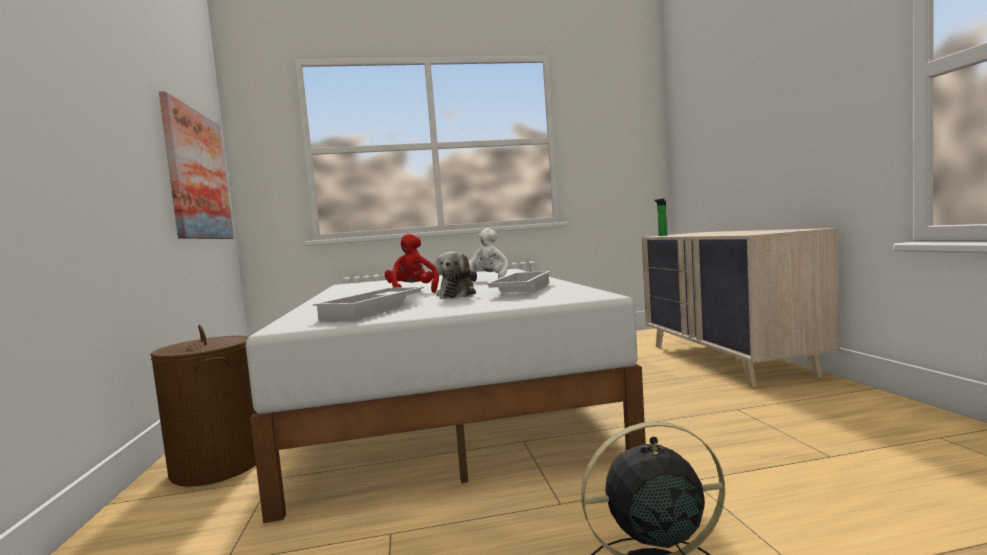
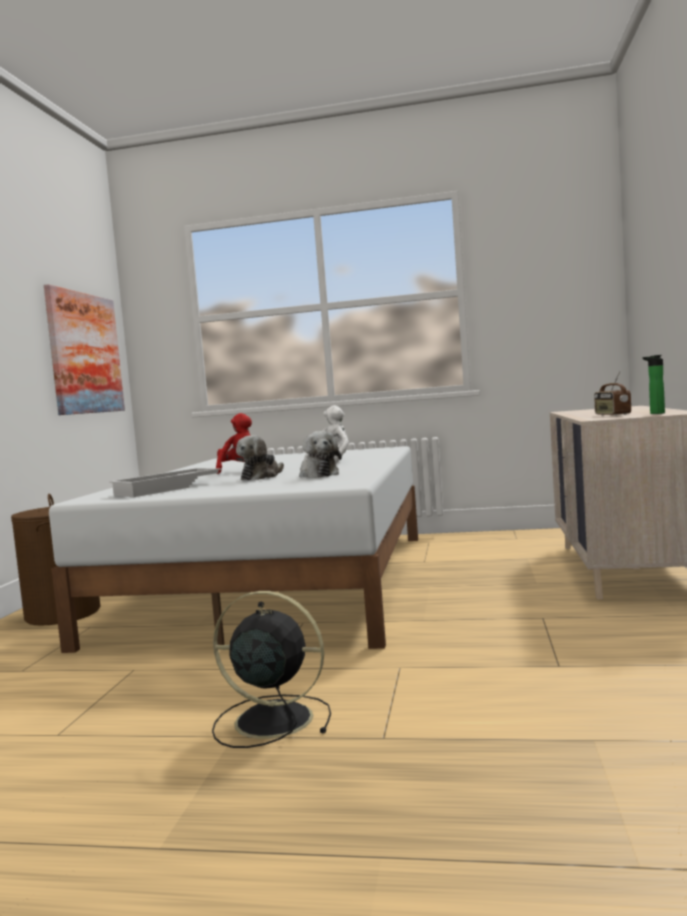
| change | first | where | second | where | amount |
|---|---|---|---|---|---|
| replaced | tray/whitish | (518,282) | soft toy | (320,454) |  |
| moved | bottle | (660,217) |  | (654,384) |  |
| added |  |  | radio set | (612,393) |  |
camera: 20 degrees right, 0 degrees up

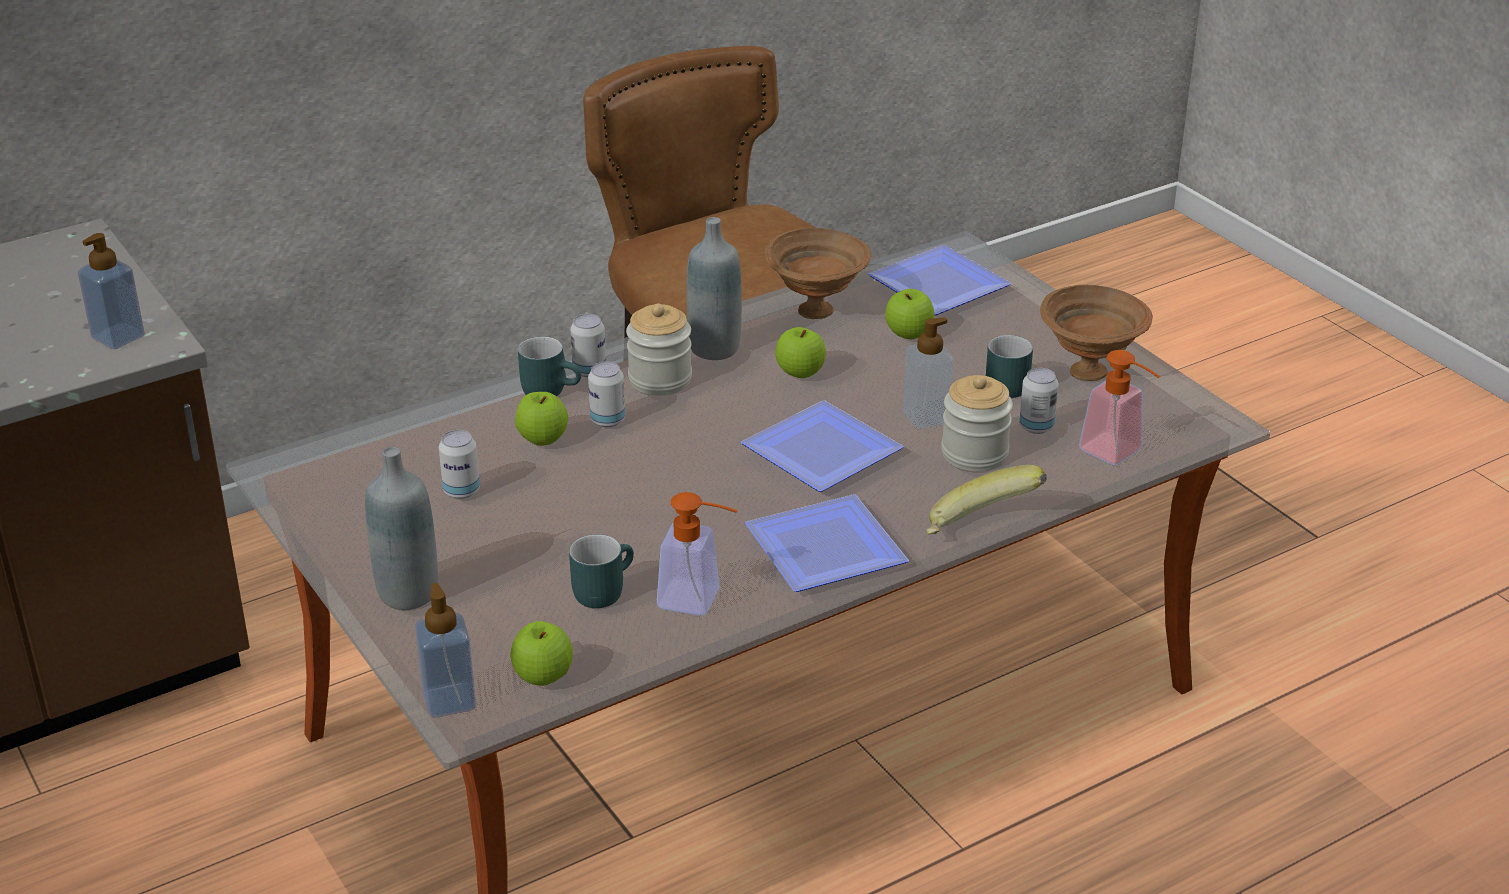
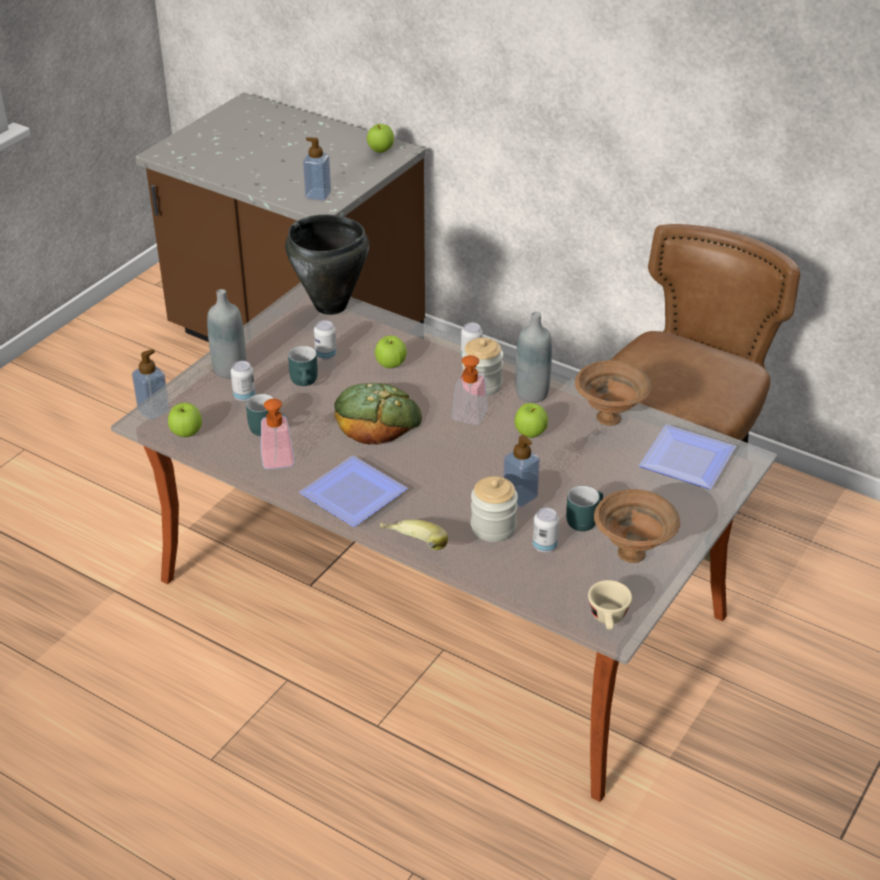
| change | first | where | second | where | amount |
|---|---|---|---|---|---|
| moved | coffee mug/turquoise-coloured | (549,366) |  | (303,366) |  |
| moved | sealed can | (606,394) |  | (243,381) |  |
| removed | dinner plate | (822,446) |  |  |  |
| moved | apple | (909,314) |  | (380,138) |  |
| moved | soap dispenser | (1120,407) |  | (470,390) |  |
| added |  |  | saucepot/blackish | (327,265) |  |
| added |  |  | baked bread | (378,414) |  |
| added |  |  | small cup/sand-coloured | (610,605) |  |
camera: 65 degrees right, 5 degrees up

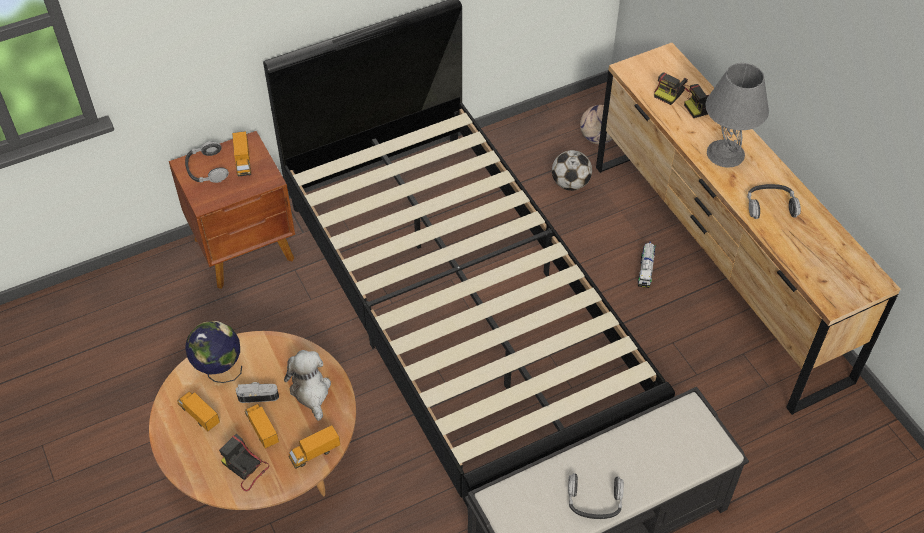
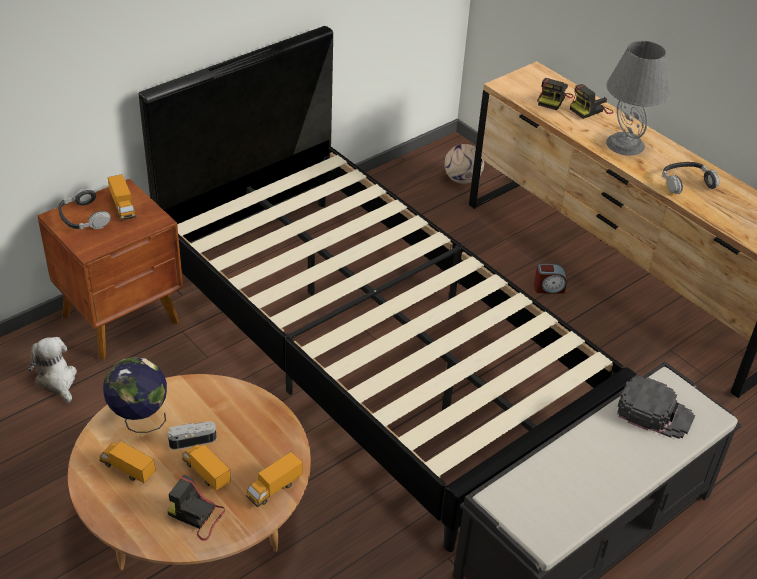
| change | first | where | second | where | amount |
|---|---|---|---|---|---|
| moved | soft toy | (307,385) |  | (53,370) |  |
| removed | football | (572,170) |  |  |  |
| removed | headphones | (596,496) |  |  |  |
| replaced | toy lorry | (646,265) | bedside clock | (550,279) |  |
| added |  |  | baseball cap/blackish | (656,407) |  |
camera: 15 degrees left, 10 degrees down

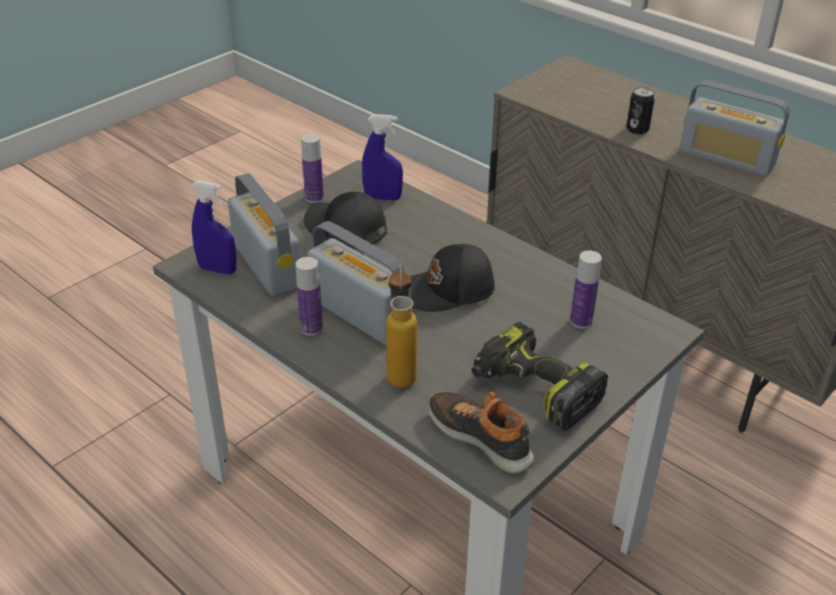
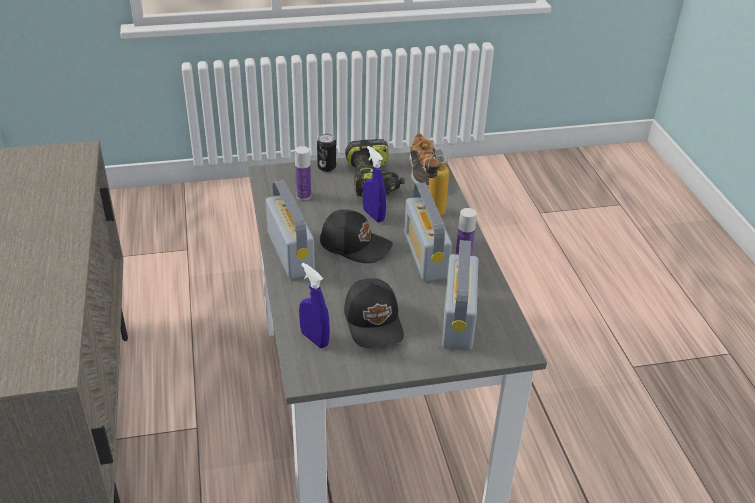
| change | first | where | second | where | amount |
|---|---|---|---|---|---|
| moved | sprayer/blue-coloured | (213,227) |  | (374,184) |  |
| removed | bottle | (312,168) |  |  |  |
| moved | sealed can | (640,110) |  | (326,153) |  |
| moved | radio set | (735,128) |  | (290,229) |  |
camera: 145 degrees left, 0 degrees up

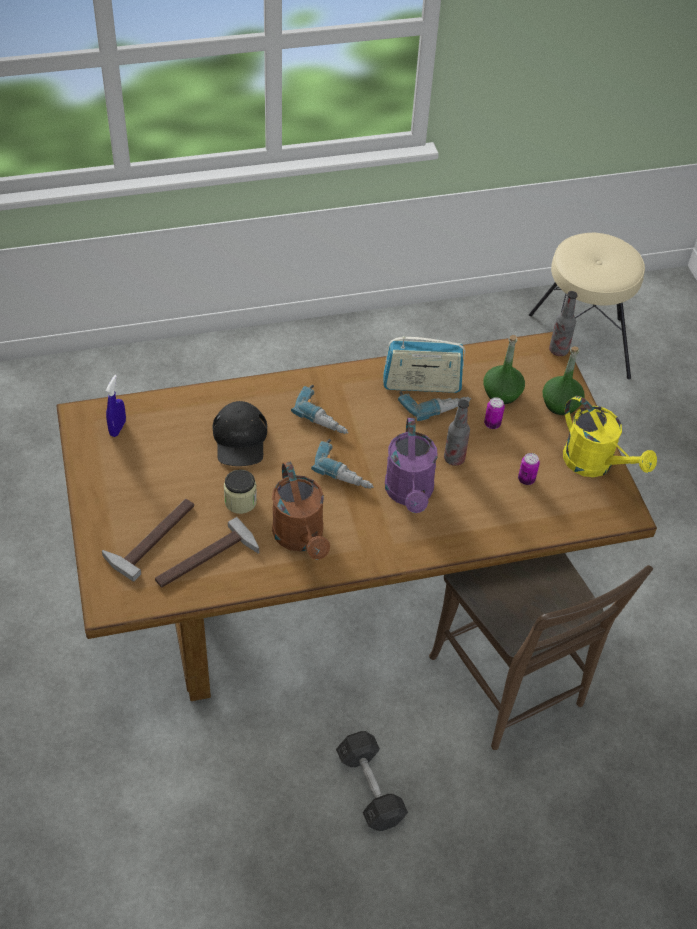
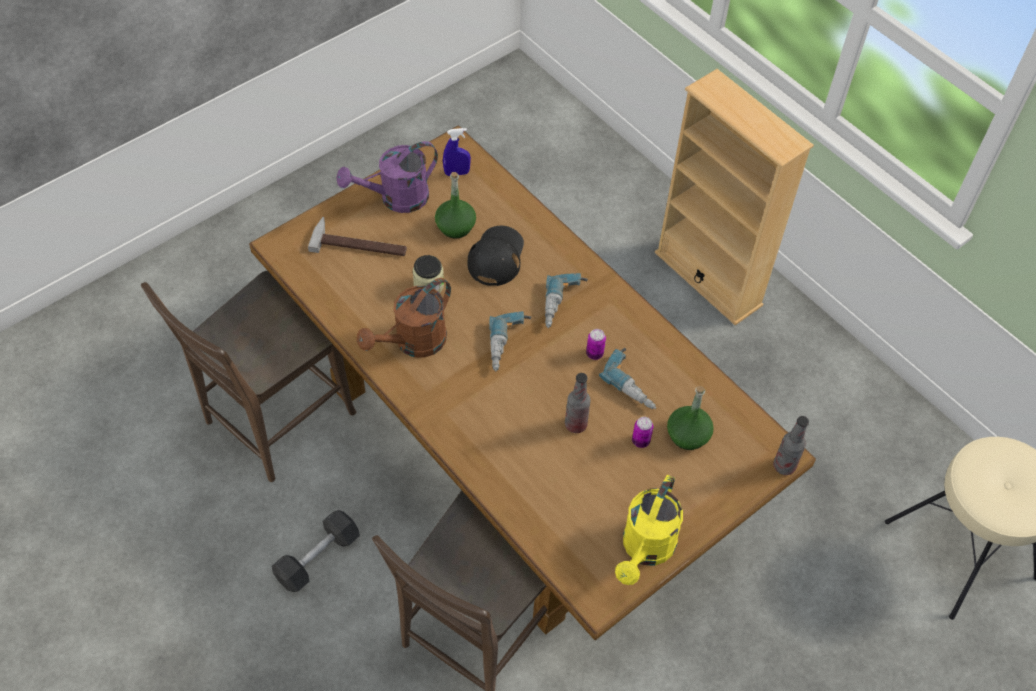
| change | first | where | second | where | amount |
|---|---|---|---|---|---|
| removed | hammer | (207,552) |  |  |  |
| turned | baseball cap/blackish | (239,433) |  | (496,256) | 135 degrees clockwise |
| removed | radio set | (424,364) |  |  |  |
| moved | watering pot/purple | (411,465) |  | (387,177) |  |
| moved | sealed can | (529,469) |  | (596,344) |  |
| moved | bottle/greenish | (564,380) |  | (455,205) |  |
| added |  |  | plain chair/brown-coloured | (248,376) |  |
| added |  |  | shelving unit/sand-coloured | (734,197) |  |
camera: 65 degrees right, 5 degrees up

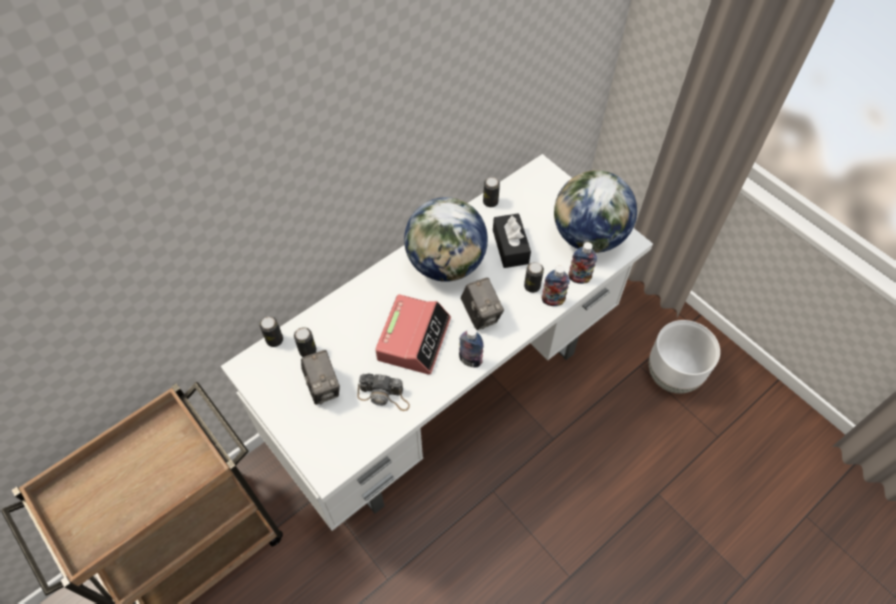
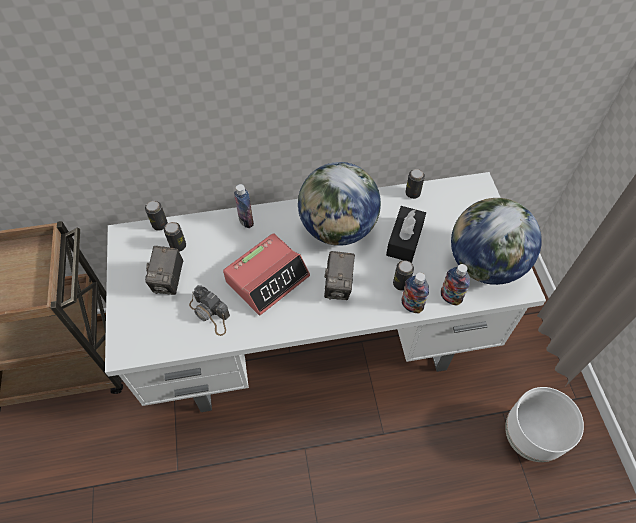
| change | first | where | second | where | amount |
|---|---|---|---|---|---|
| moved | bottle | (471,347) |  | (244,206) |  |
camera: 30 degrees right, 0 degrees up

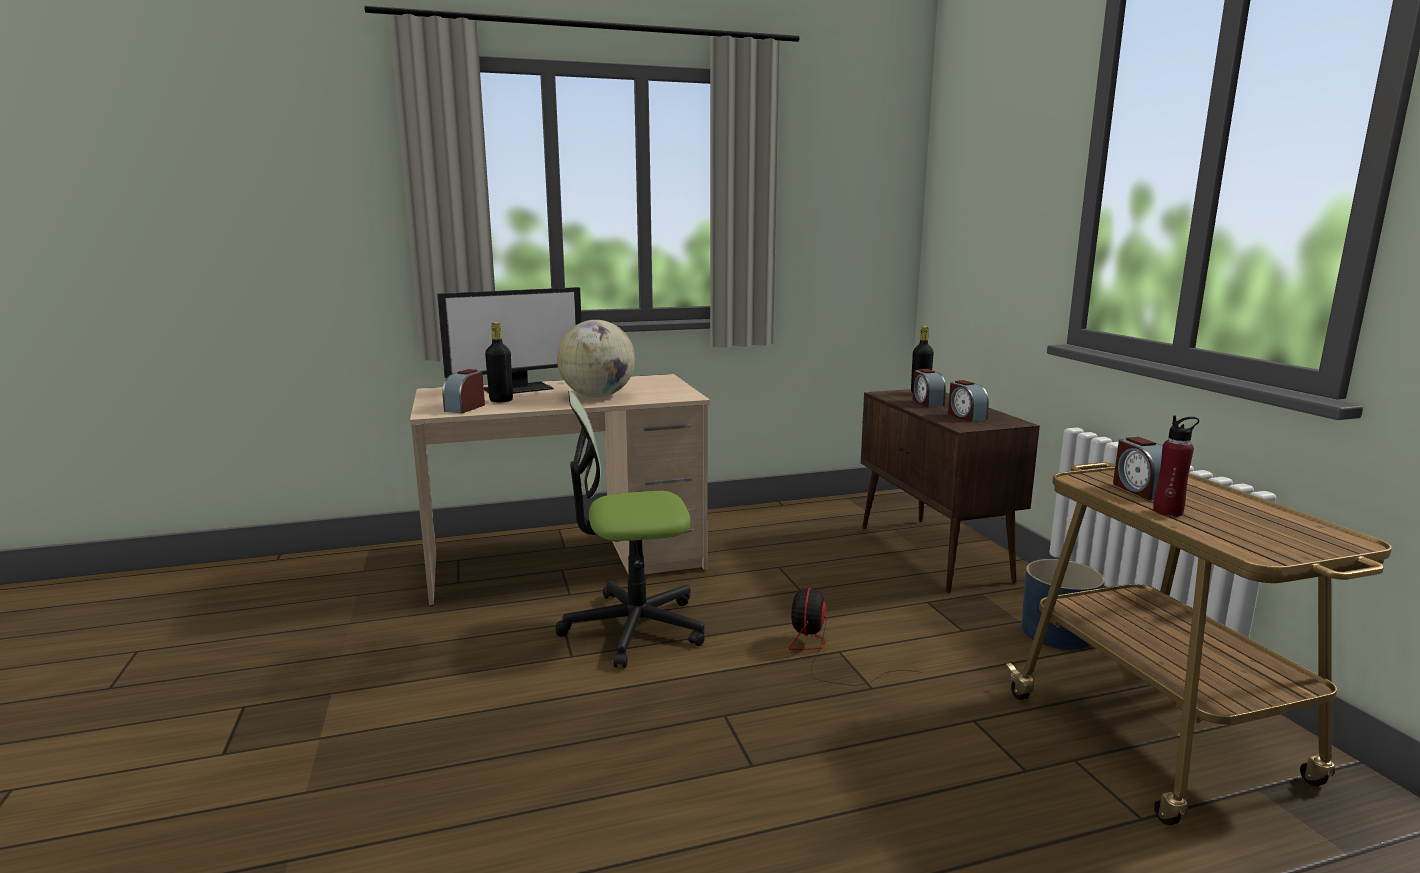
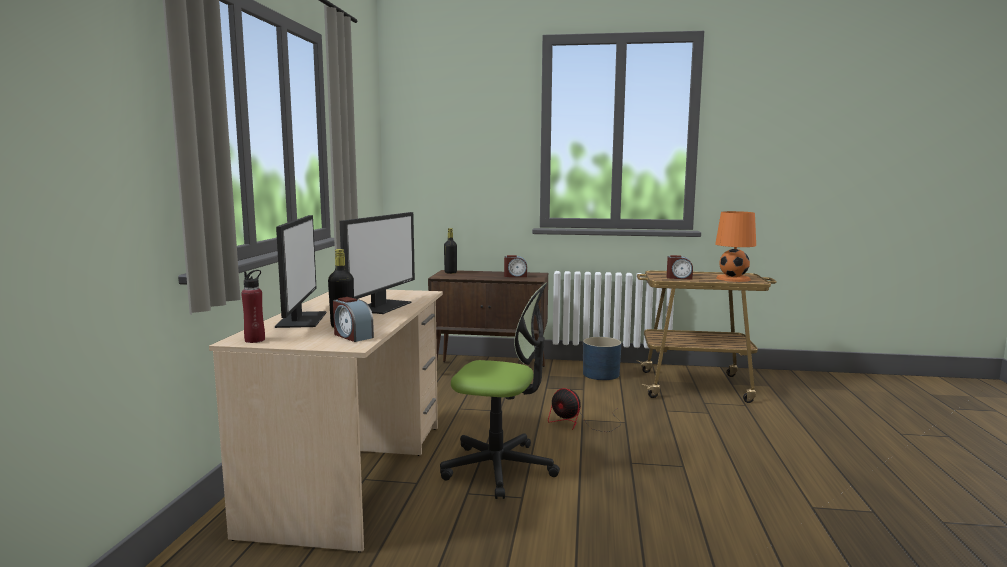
| change | first | where | second | where | amount |
|---|---|---|---|---|---|
| turned | desk chair | (630,529) |  | (500,390) | 90 degrees counterclockwise |
| replaced | world globe | (596,358) | computer display | (377,263) |  |
| removed | bedside clock | (929,388) |  |  |  |
| moved | bottle/reddish | (1176,466) |  | (253,306) |  |
| added |  |  | tabletop lamp/orangey | (735,246) |  |
camera: 65 degrees left, 5 degrees down

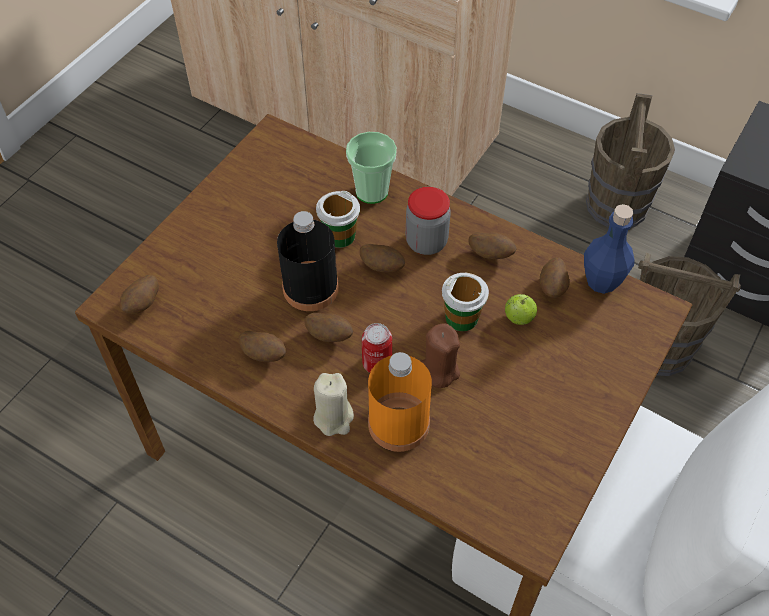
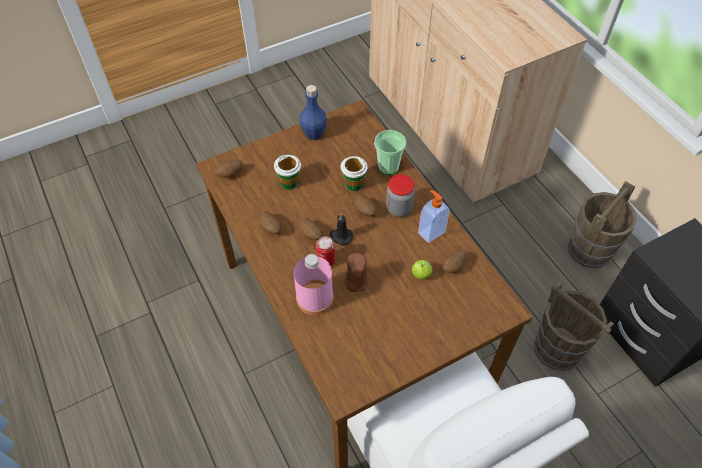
| change | first | where | second | where | amount |
|---|---|---|---|---|---|
| removed | bottle/blackish | (308,261) |  |  |  |
| removed | candle/sand-coloured | (333,404) |  |  |  |
| recoloured | bottle/orangey | (400,402) | bottle/pinkish | (313,284) |  |
| moved | small cup | (465,302) |  | (287,172) |  |
| replaced | spud | (492,245) | soap dispenser | (434,216) |  |
| moved | bottle/blue-coloured | (609,249) |  | (313,112) |  |
| added |  |  | candle/blackish | (341,229) |  |
camera: 30 degrees right, 0 degrees up

